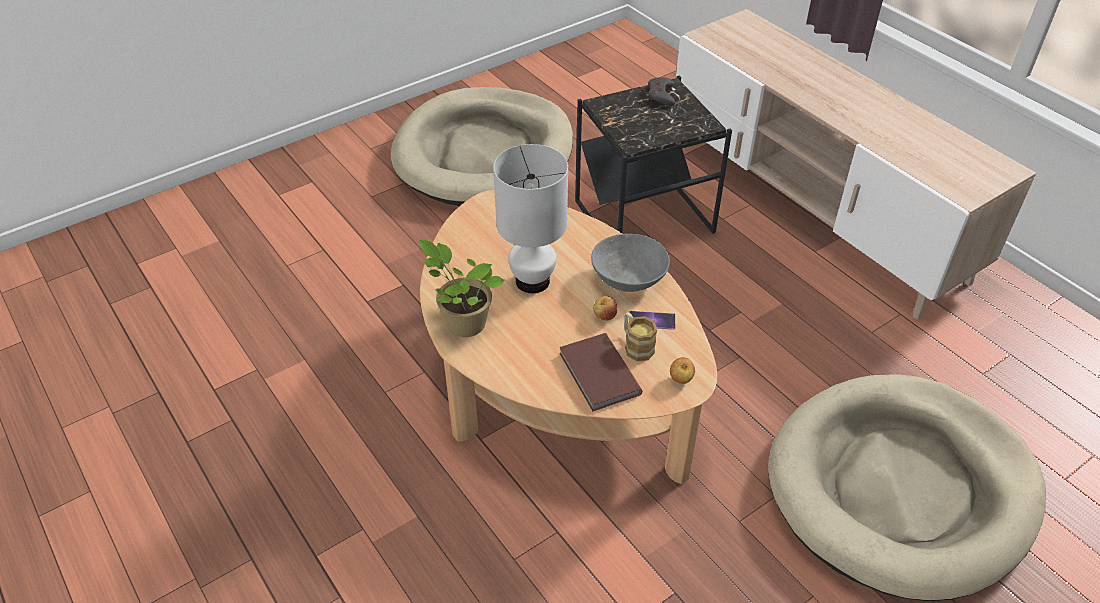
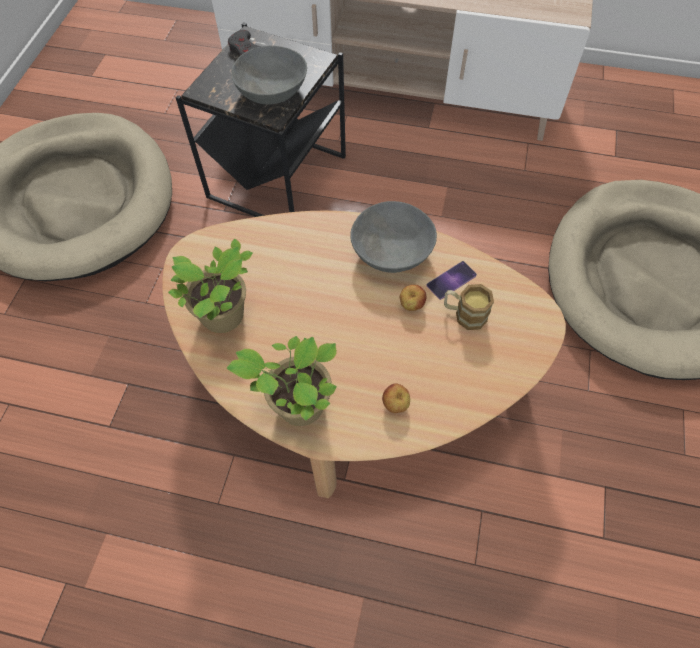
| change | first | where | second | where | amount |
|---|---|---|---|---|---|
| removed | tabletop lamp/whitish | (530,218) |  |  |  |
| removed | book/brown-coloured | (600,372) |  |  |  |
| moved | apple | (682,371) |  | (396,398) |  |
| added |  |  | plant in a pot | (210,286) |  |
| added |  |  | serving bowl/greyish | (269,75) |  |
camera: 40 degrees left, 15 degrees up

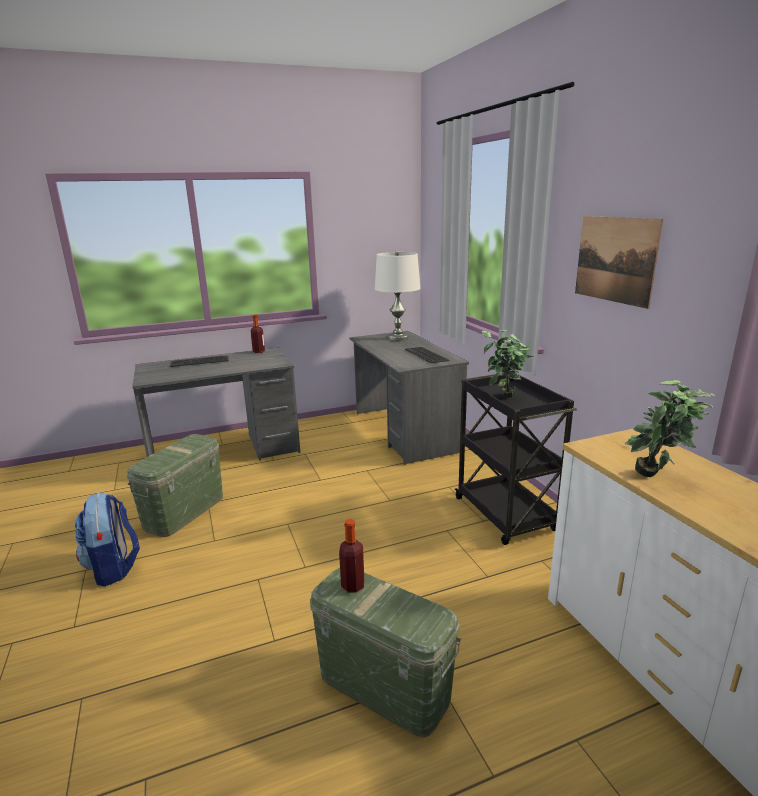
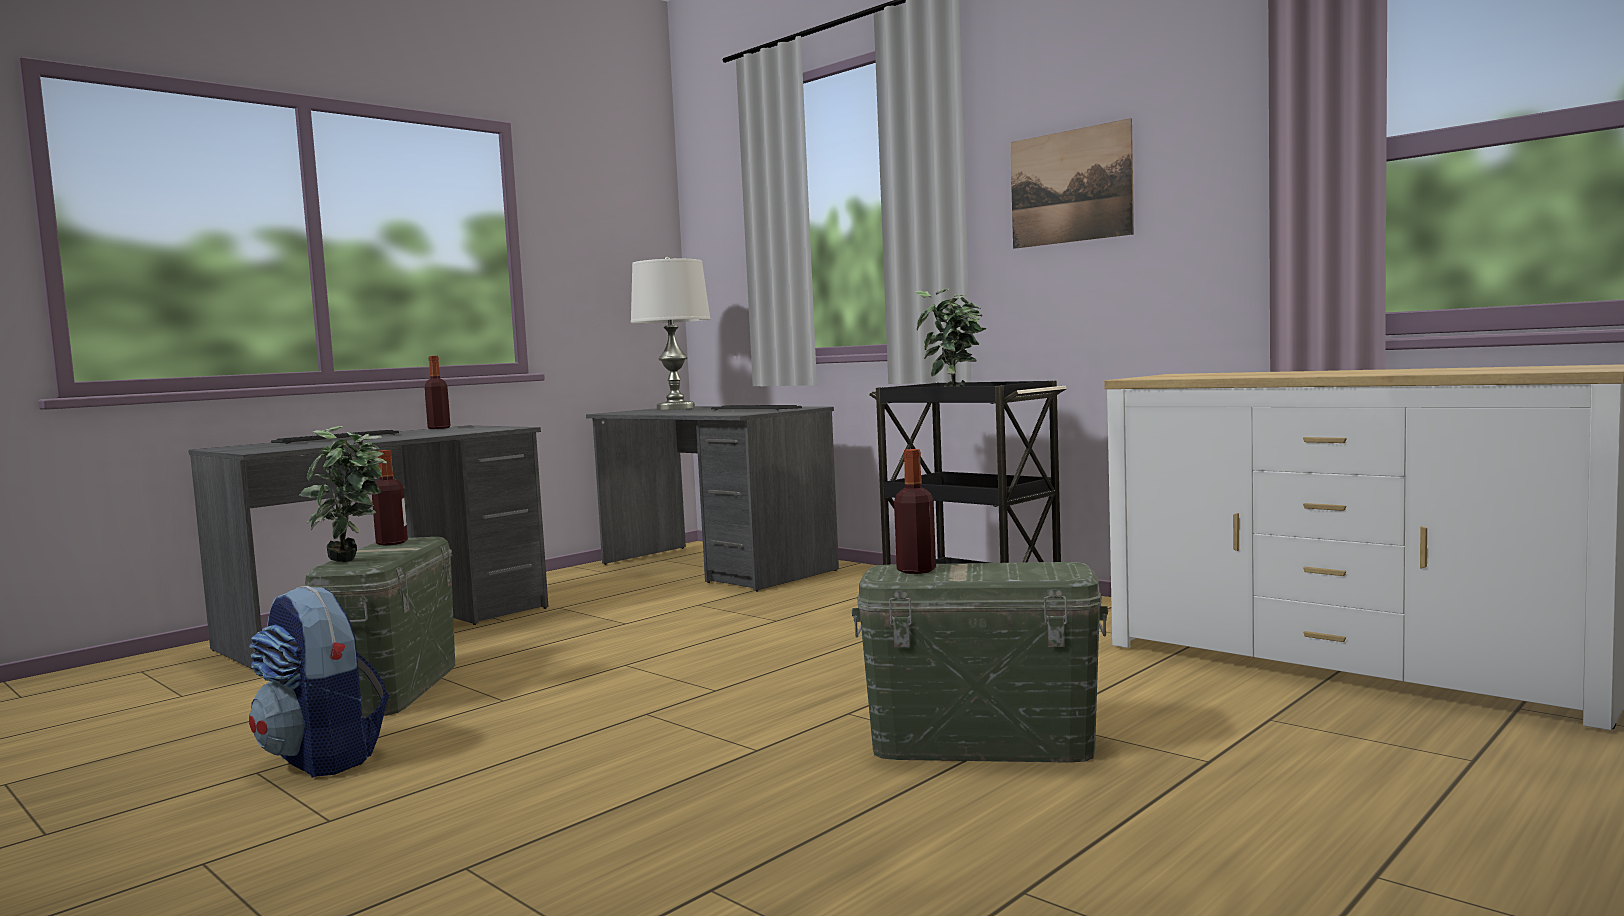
| change | first | where | second | where | amount |
|---|---|---|---|---|---|
| moved | plant in a pot | (670,428) |  | (343,494) |  |
| added |  |  | bottle | (390,498) |  |
camera: 25 degrees left, 15 degrees down

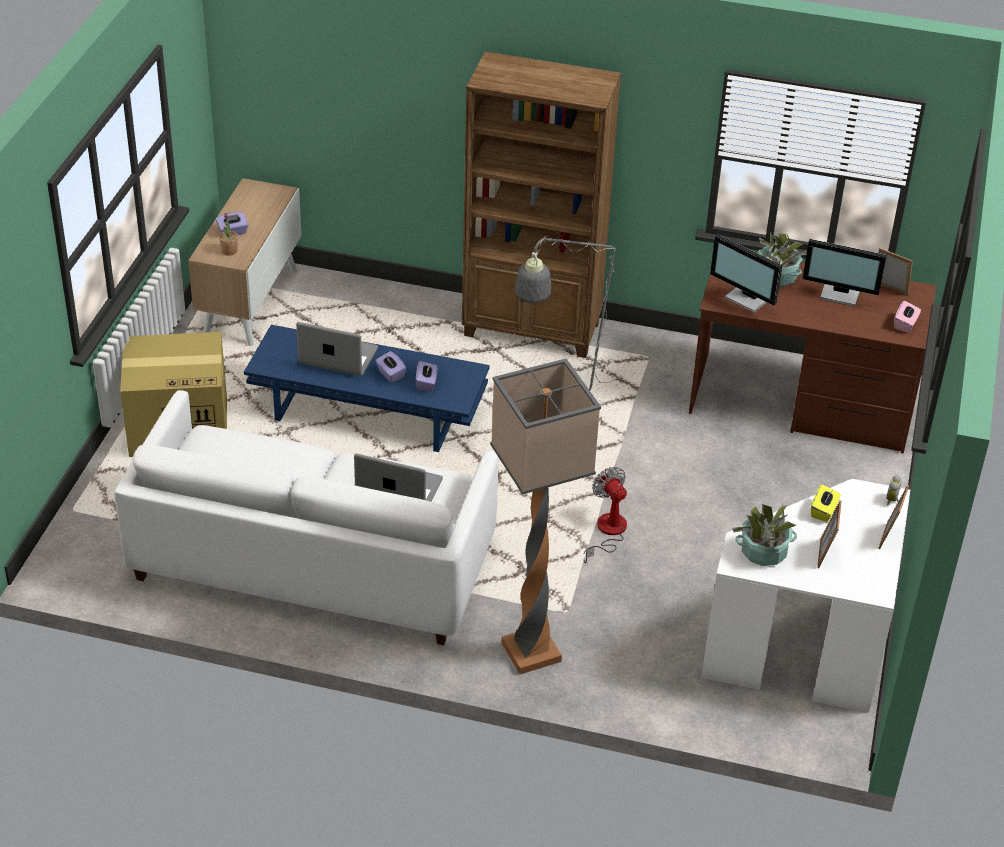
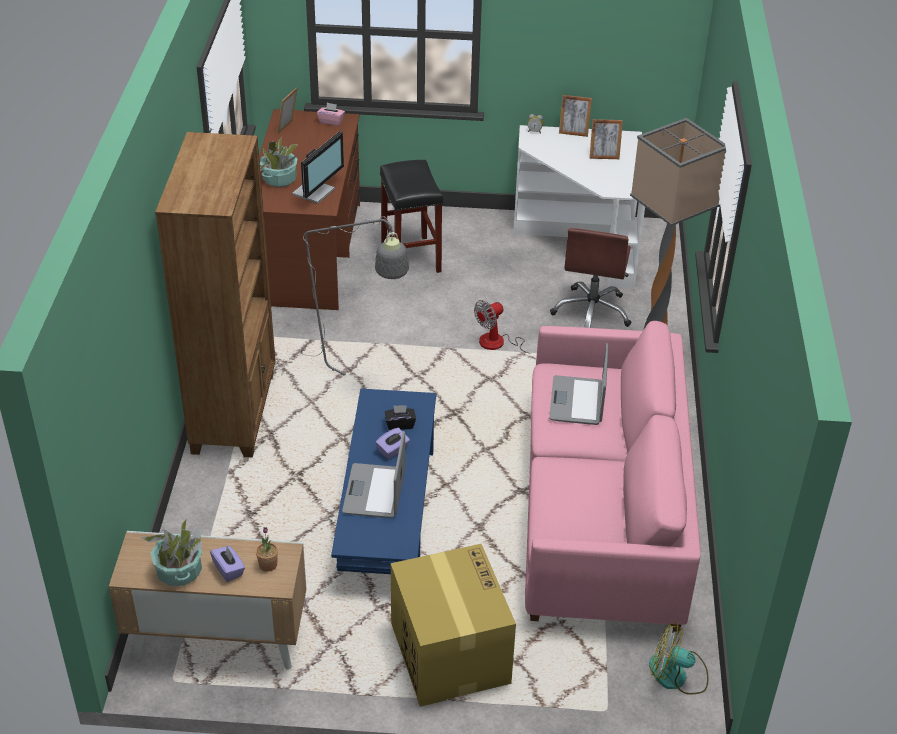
| change | first | where | second | where | amount |
|---|---|---|---|---|---|
| recoloured | couch/whitish | (306,517) | couch/pinkish | (613,476) |  |
| recoloured | box of tissues/purple | (426,376) | box of tissues/blackish | (400,417) |  |
| moved | plant in a pot | (764,534) |  | (171,552) |  |
| removed | computer display | (844,273) |  |  |  |
| removed | box of tissues/yellow-coloured | (825,503) |  |  |  |
| added |  |  | stool seat/blackish | (411,216) |  |
| added |  |  | desk chair/brown-coloured | (590,278) |  |
| added |  |  | cooling fan | (678,658) |  |
camera: 100 degrees left, 0 degrees up

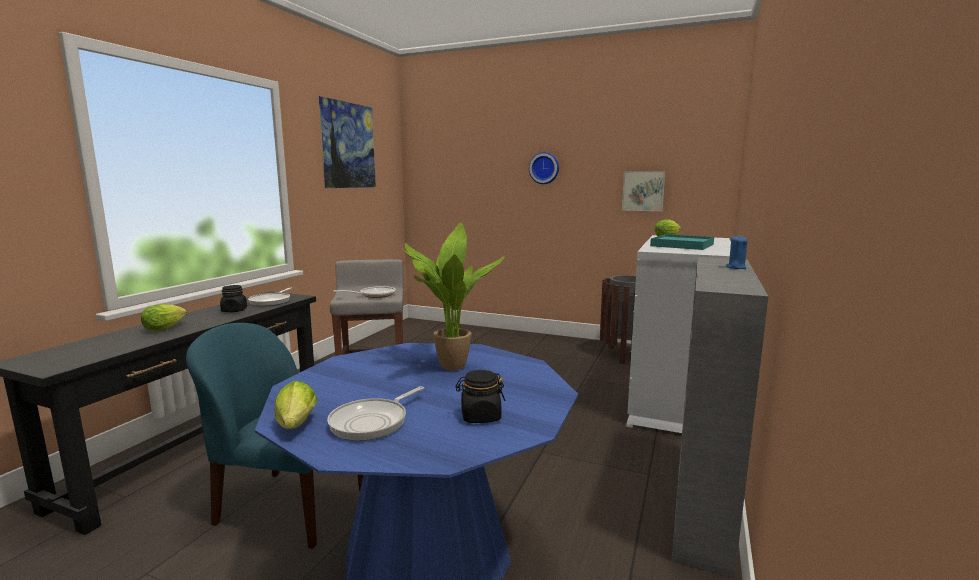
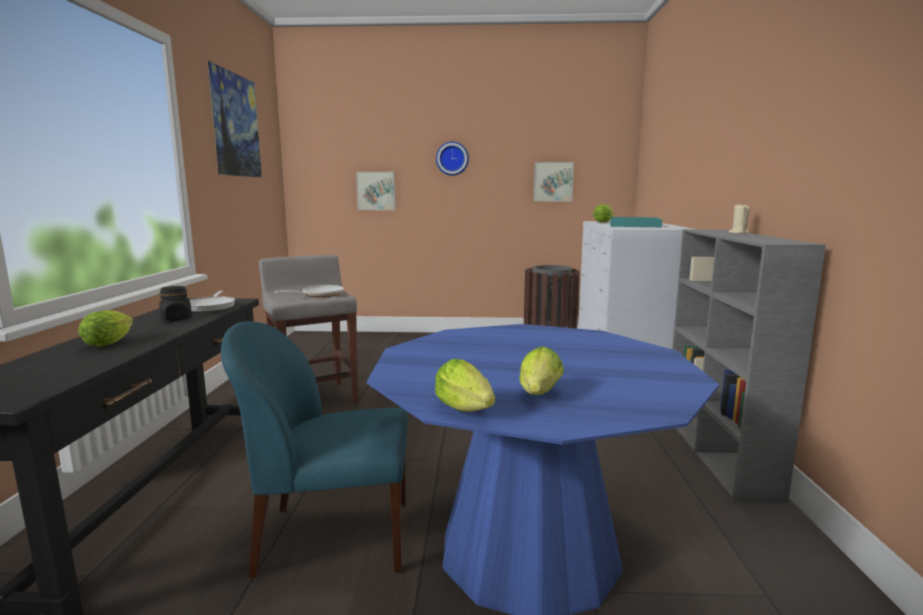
| change | first | where | second | where | amount |
|---|---|---|---|---|---|
| replaced | frying pan | (375,413) | lettuce head | (541,370) |  |
| removed | plant in a pot | (453,296) |  |  |  |
| removed | preserve jar/blackish | (480,396) |  |  |  |
| recoloured | candle/blue-coloured | (737,252) | candle/sand-coloured | (739,218) |  |
| added |  |  | picture | (376,191) |  |
camera: 20 degrees left, 0 degrees up

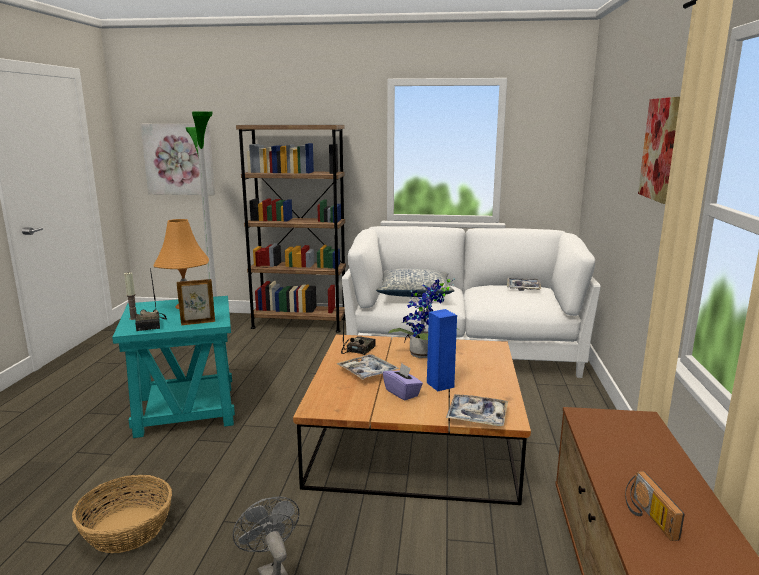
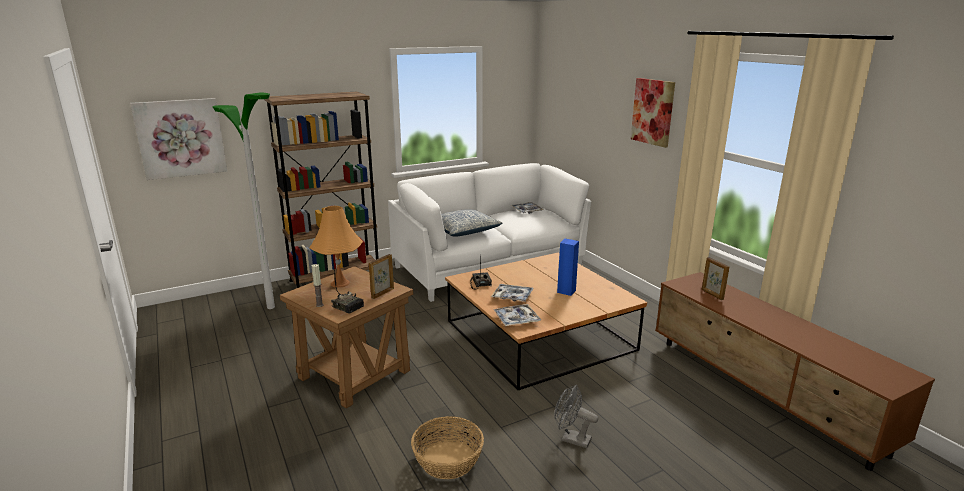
| change | first | where | second | where | amount |
|---|---|---|---|---|---|
| recoloured | side table/turquoise-coloured | (173,367) | side table/brown-coloured | (346,337) |  |
| removed | box of tissues/purple | (403,381) |  |  |  |
| removed | plant in a pot | (424,318) |  |  |  |
| moved | tray | (477,410) |  | (517,315) |  |
| removed | radio set | (655,506) |  |  |  |
| added |  |  | standing frame | (715,278) |  |
camera: 35 degrees left, 5 degrees up

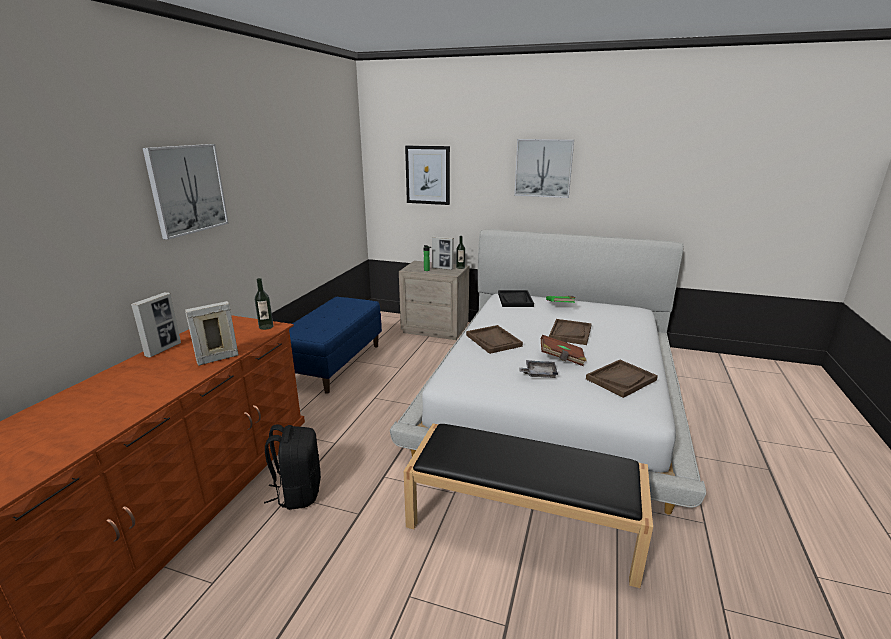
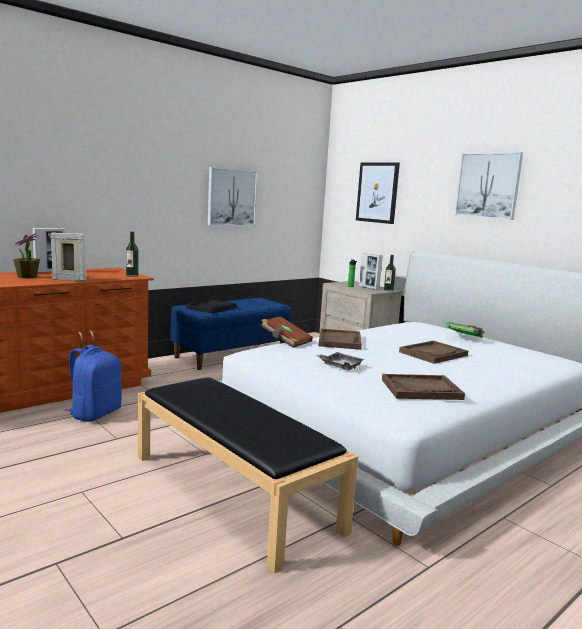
| change | first | where | second | where | amount |
|---|---|---|---|---|---|
| moved | picture | (186,192) |  | (233,196) |  |
| recoloured | rucksack/blackish | (292,467) | rucksack/blue-coloured | (93,383) |  |
| moved | tray/blackish | (516,298) |  | (211,306) |  |
| moved | book/brown-coloured | (563,350) |  | (287,332) |  |
| added |  |  | plant in a pot | (26,255) |  |
camera: 30 degrees right, 10 degrees down

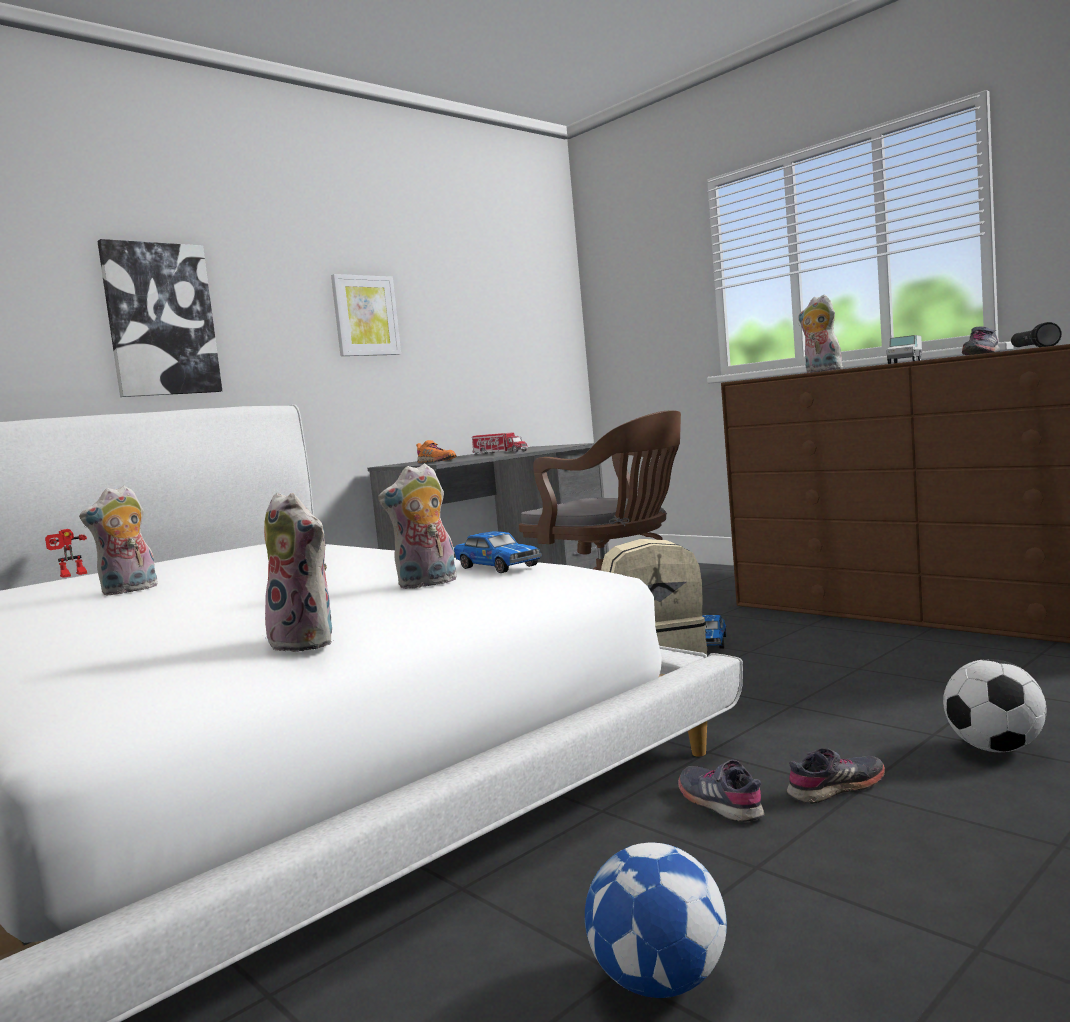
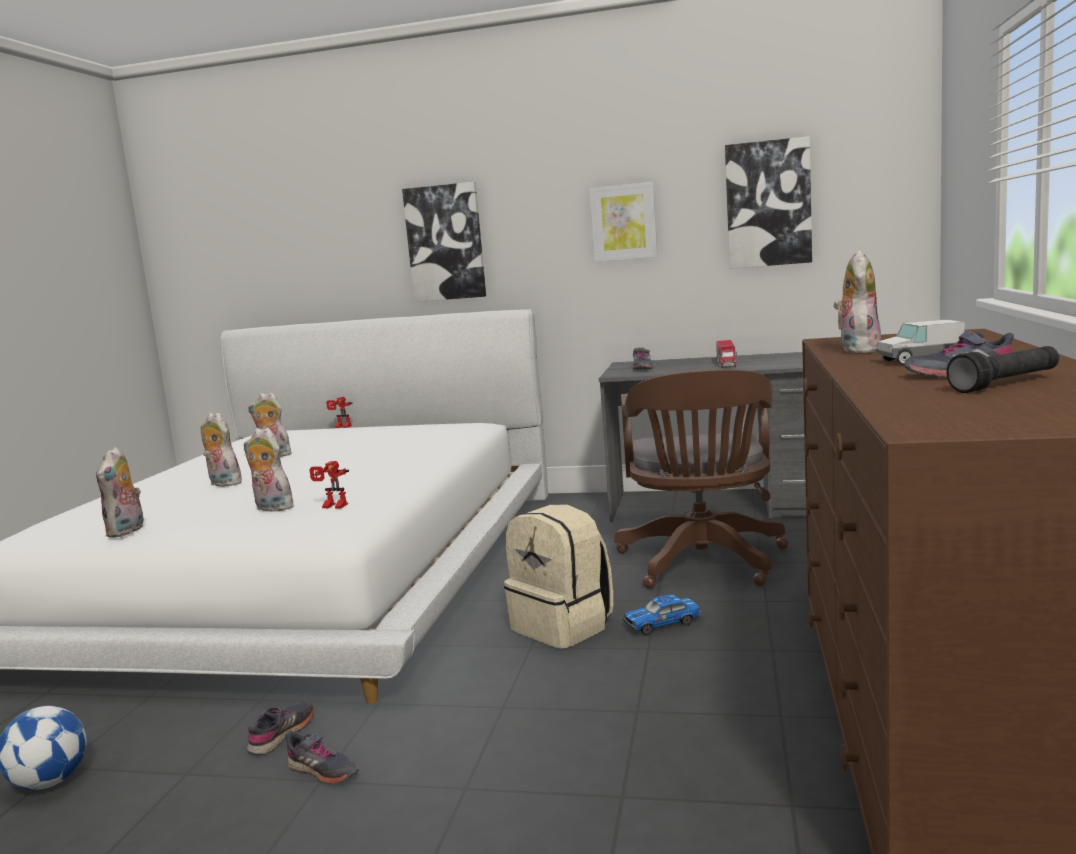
| change | first | where | second | where | amount |
|---|---|---|---|---|---|
| recoloured | shoe/orangey | (436,451) | shoe/greyish | (643,358) |  |
| replaced | miniature car | (498,552) | toy robot | (329,484) |  |
| removed | football | (995,705) |  |  |  |
| added |  |  | soft toy | (221,450) |  |
| added |  |  | picture | (768,202) |  |
camera: 55 degrees right, 5 degrees up

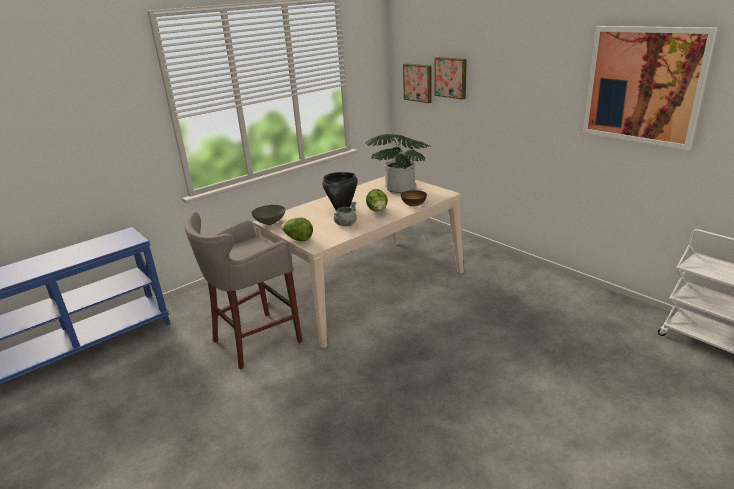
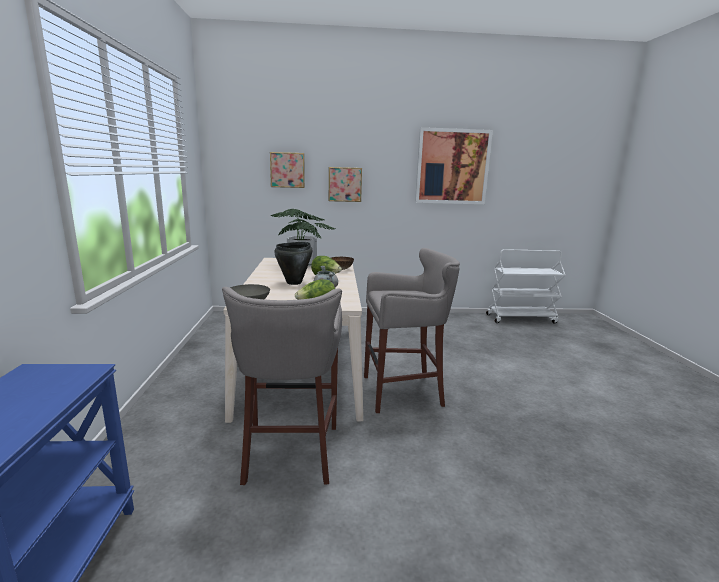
| change | first | where | second | where | amount |
|---|---|---|---|---|---|
| moved | picture | (417,83) |  | (345,184) |  |
| added |  |  | stool seat/greyish | (412,330) |  |
camera: 55 degrees left, 10 degrees down

